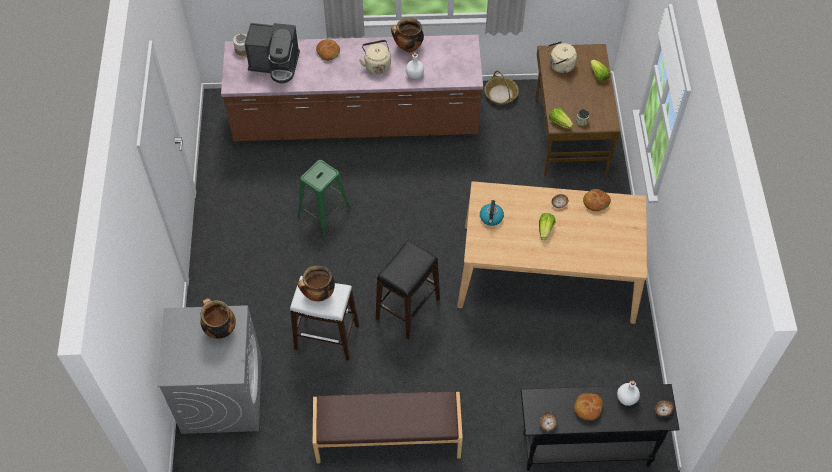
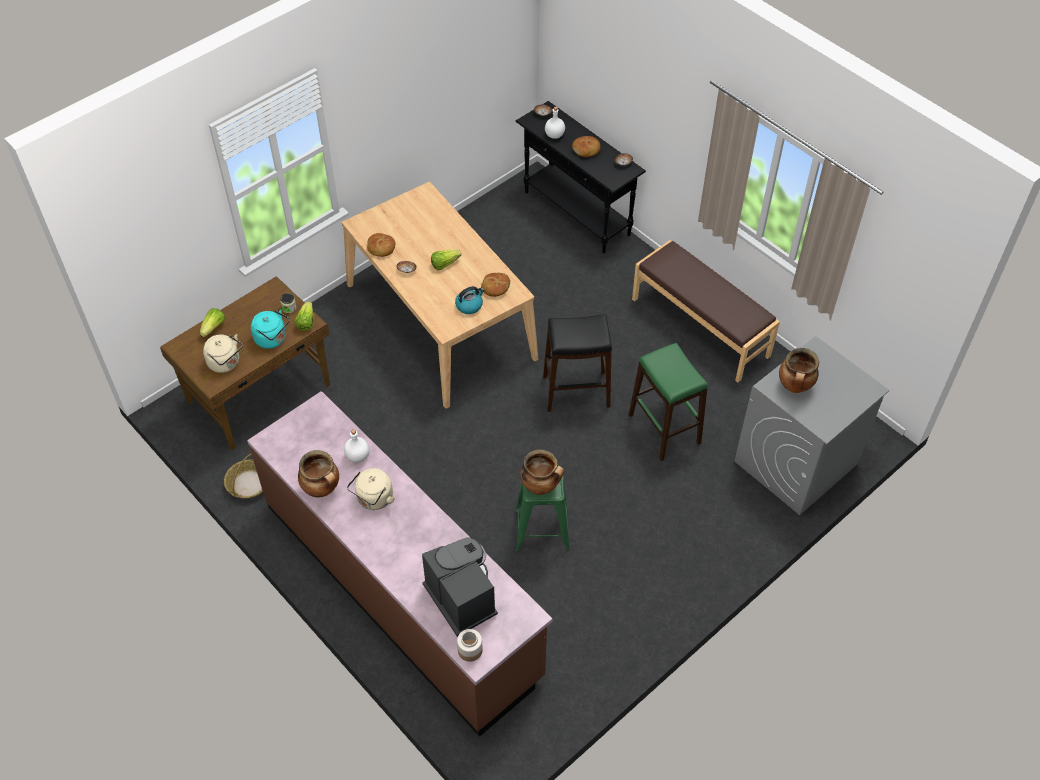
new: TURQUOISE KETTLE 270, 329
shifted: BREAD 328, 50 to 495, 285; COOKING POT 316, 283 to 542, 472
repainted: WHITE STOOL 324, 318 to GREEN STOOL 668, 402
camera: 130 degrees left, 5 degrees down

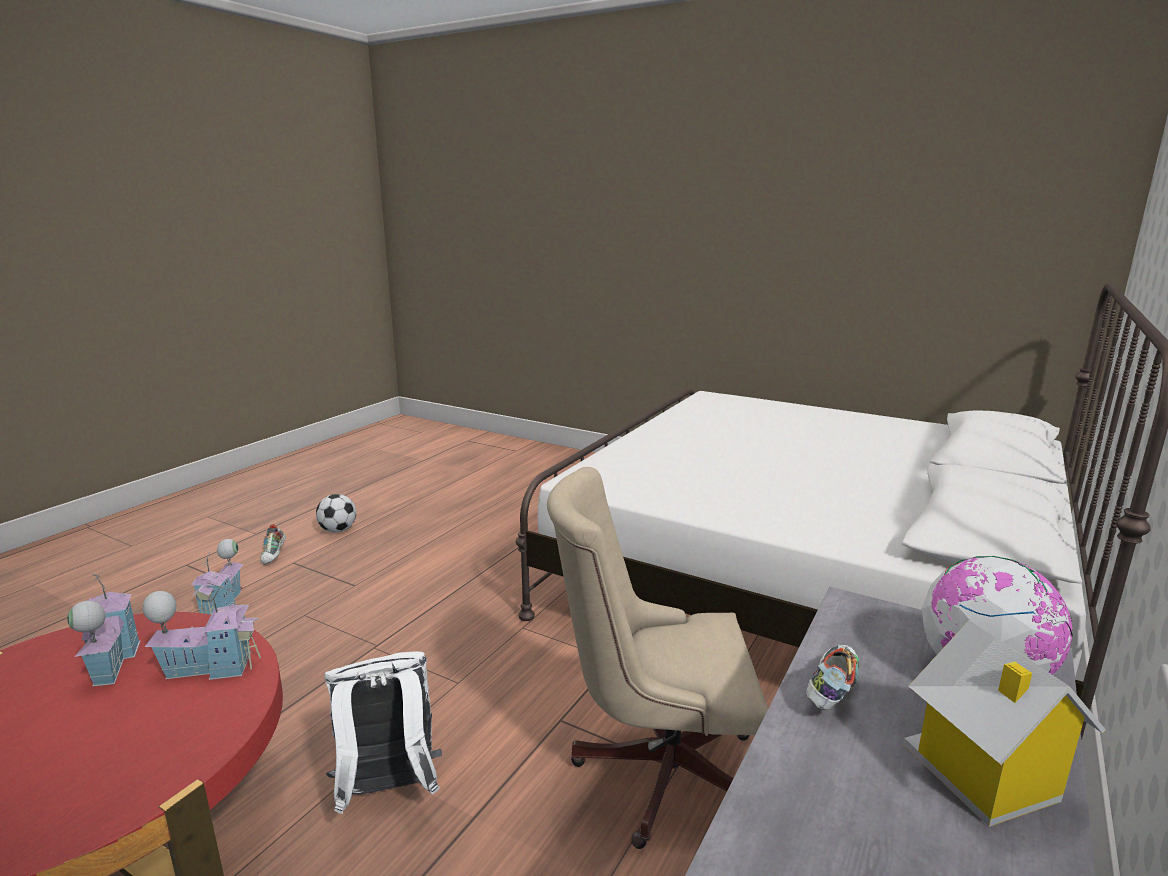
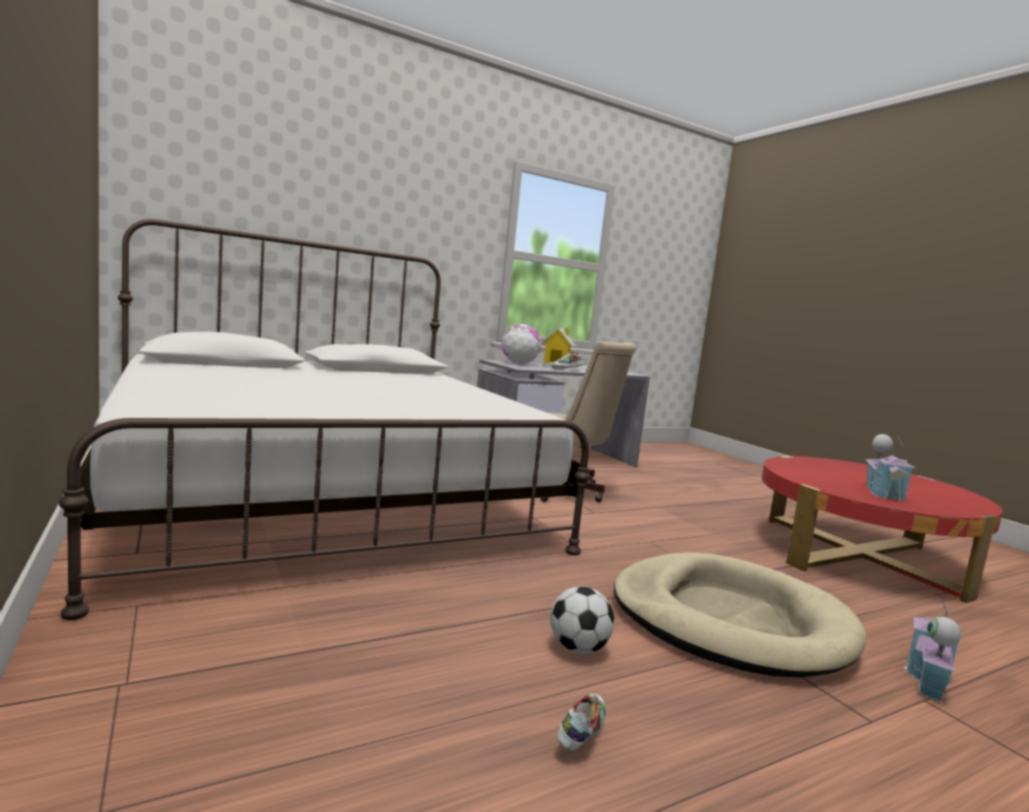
gone: TOY HOUSE 201, 631; WHITE BACKPACK 383, 732
new: BEIGE DOG BED 740, 614
shifted: FOOTBALL 336, 513 to 582, 620; SHOE 273, 544 to 581, 722
camera: 150 degrees left, 10 degrees down

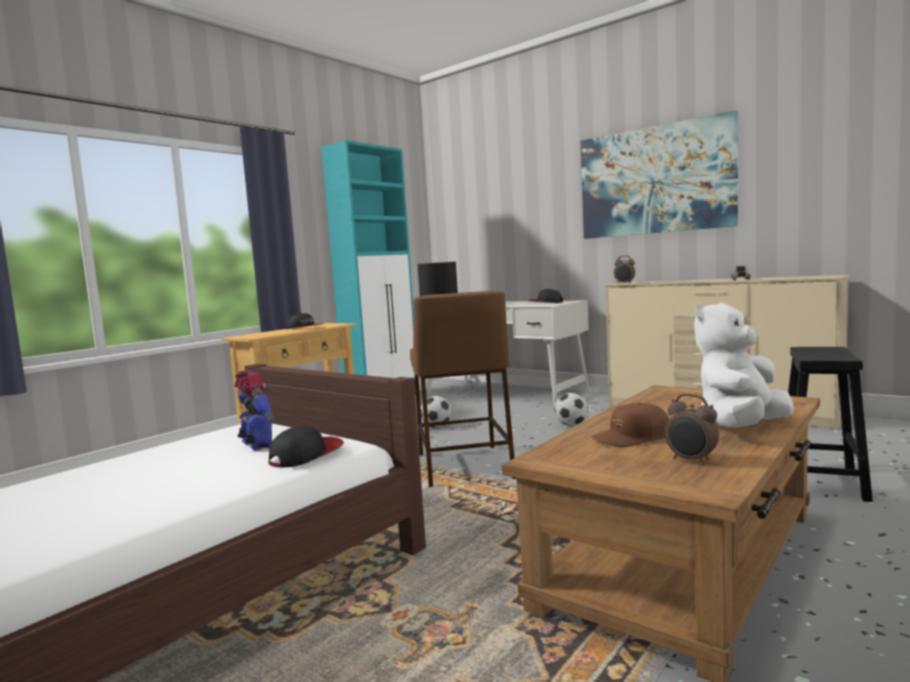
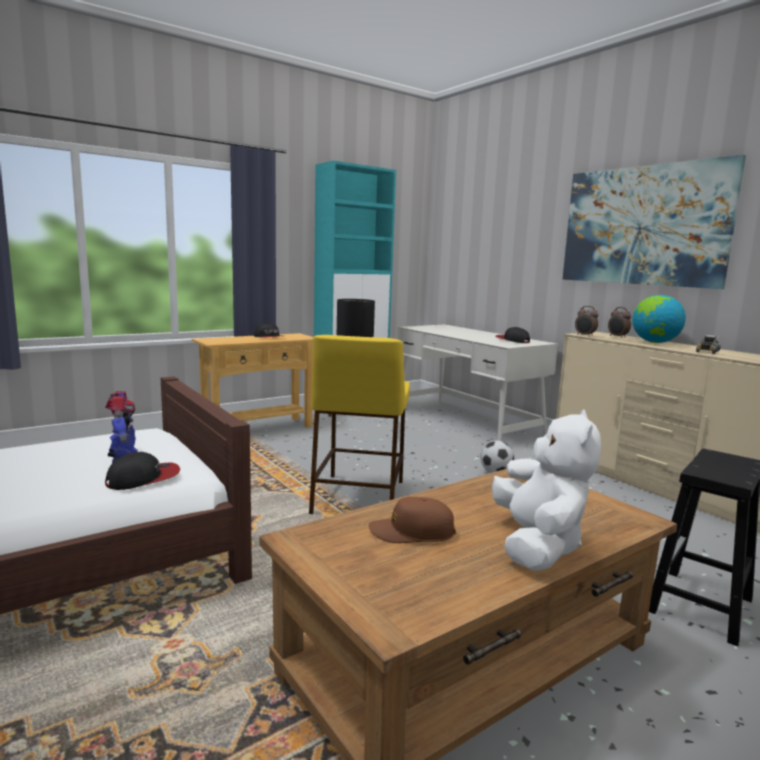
gone: FOOTBALL 436, 412
new: GLOBE 659, 319
shifted: ALARM CLOCK 692, 429 to 619, 322
repainted: BROWN STOOL 463, 389 to YELLOW STOOL 359, 424
rotated: WHITE PLUSH TOY 744, 364 = 546, 490 120 degrees clockwise
camera: 15 degrees right, 5 degrees up

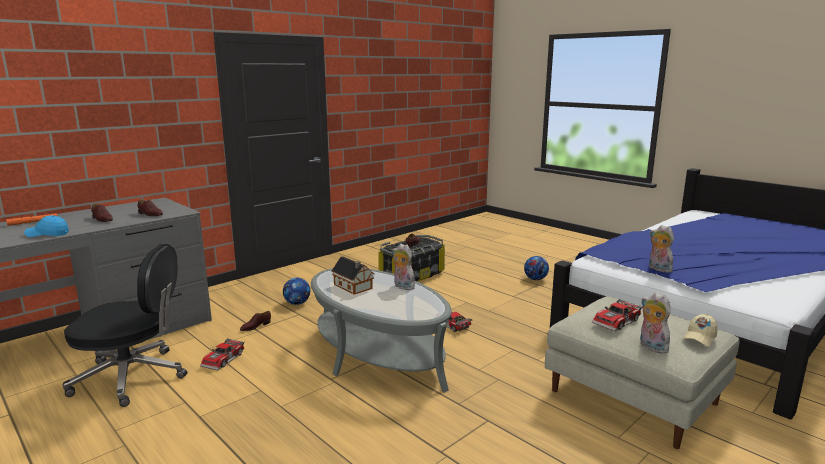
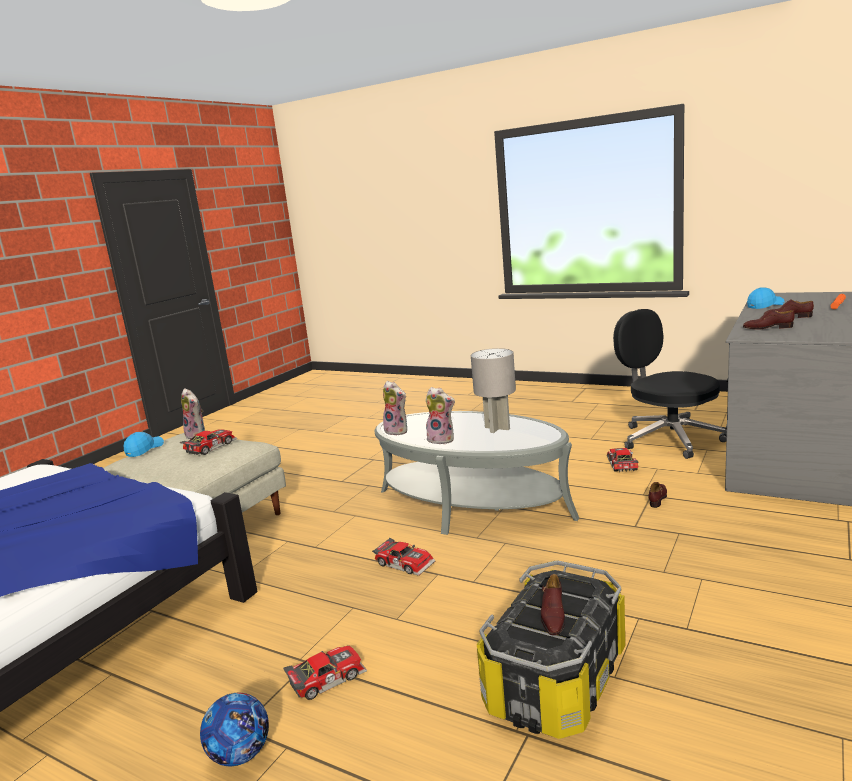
gone: FOOTBALL 296, 291
new: TOY CAR 325, 673
shifted: PLUSH TOY 661, 249 to 395, 408
swapped: TOY HOUSE 353, 275 to GREY TABLE LAMP 493, 390
repainted: BEIGE CAP 700, 330 to BLUE CAP 144, 444
rotated: BLACK OFFICE CHAIR 125, 325 = 670, 384 75 degrees clockwise
camera: 165 degrees right, 0 degrees up

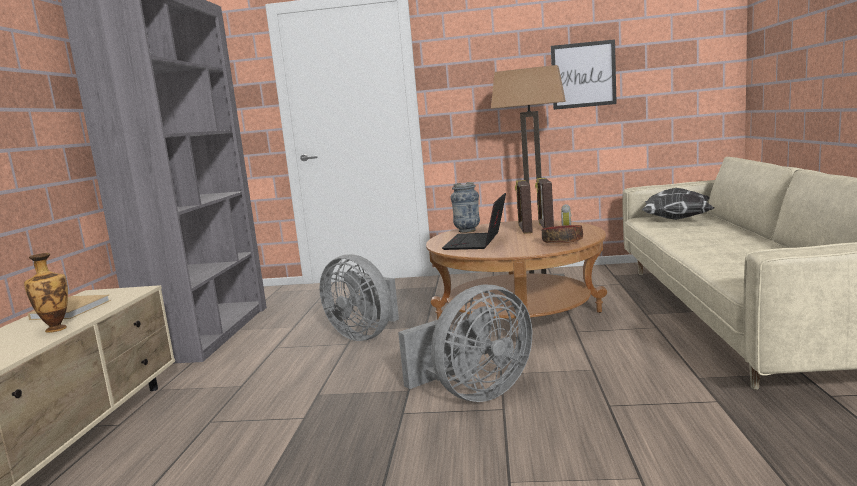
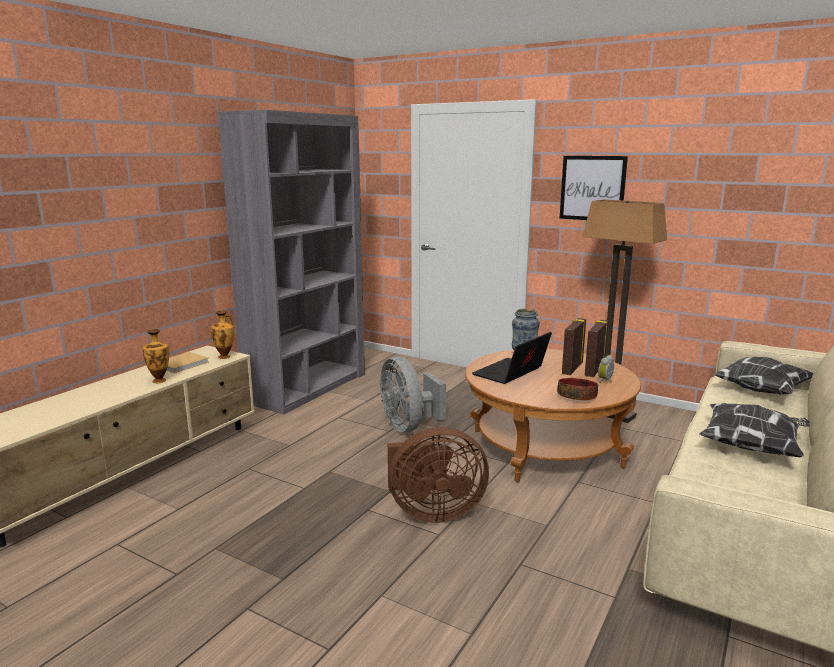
new: VASE 222, 334; PILLOW 754, 430
shifted: PICTURE 584, 74 to 593, 188
repainted: GREY FAN 465, 343 to BROWN FAN 438, 475
camera: 25 degrees right, 5 degrees up

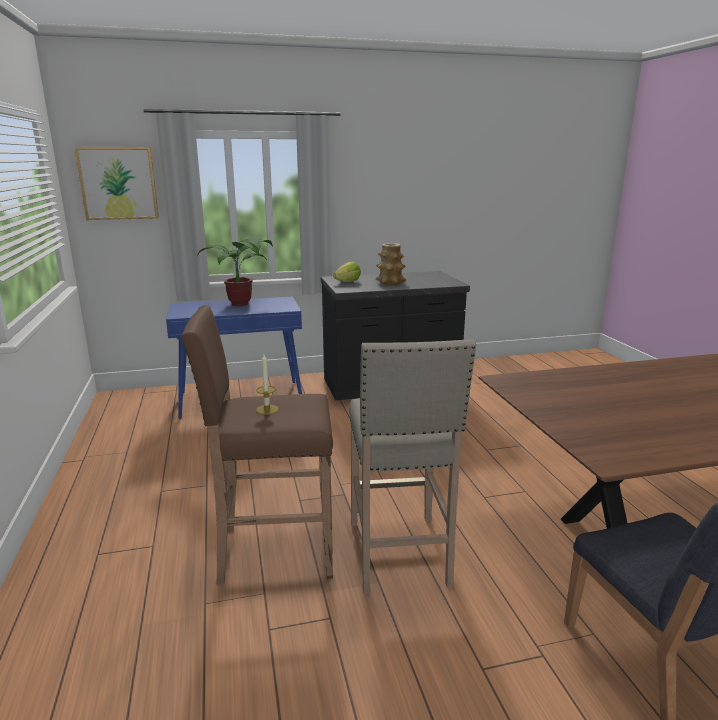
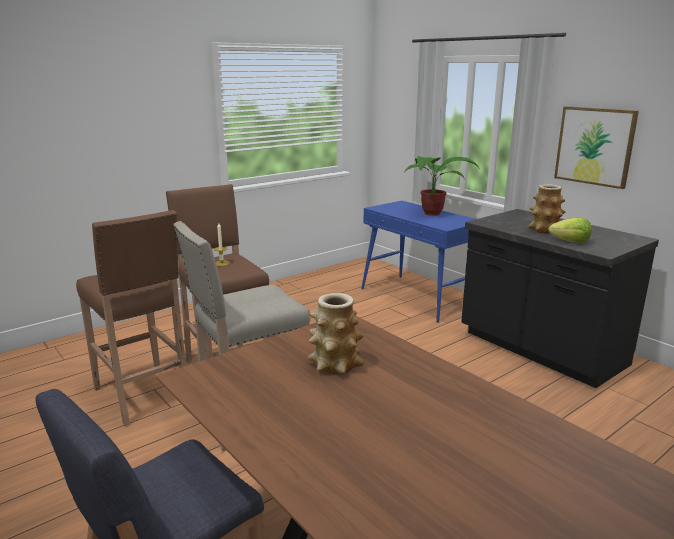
new: BROWN STOOL 131, 318; VASE 335, 333
shifted: LETTUCE 347, 271 to 570, 230; PICTURE 117, 183 to 596, 147
camera: 65 degrees right, 0 degrees up

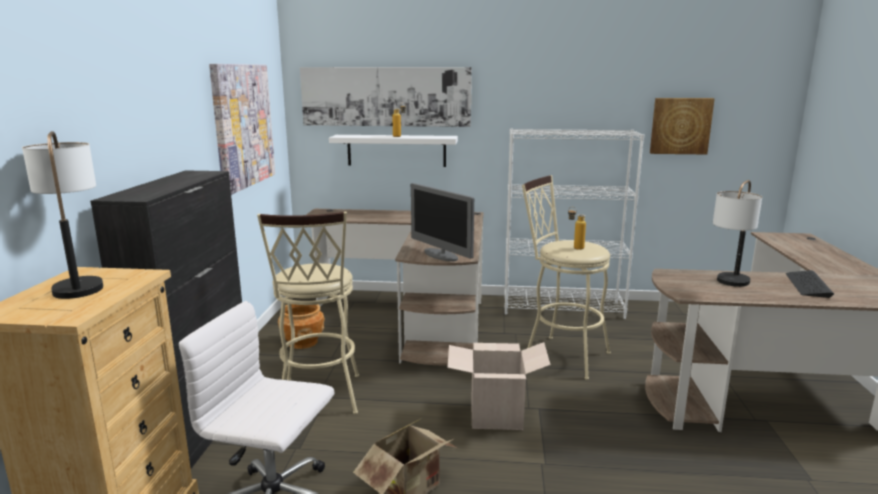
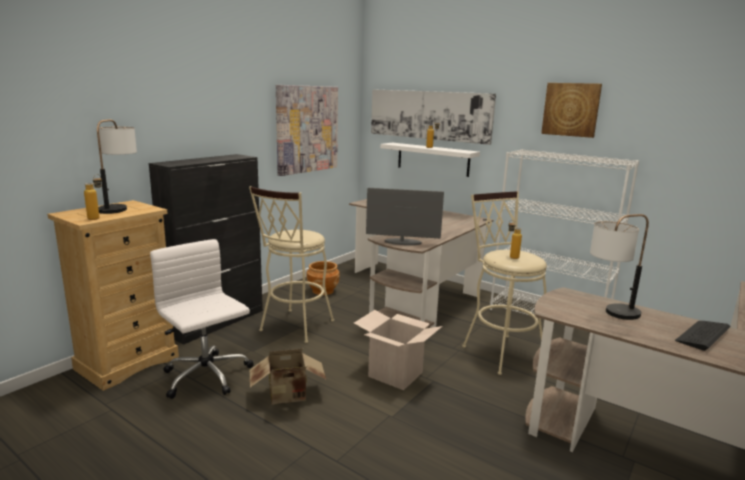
new: BOTTLE 93, 197
shifted: PICTURE 682, 126 to 571, 110
rotated: MONITOR 442, 222 = 405, 216 105 degrees clockwise
camera: 30 degrees right, 0 degrees up

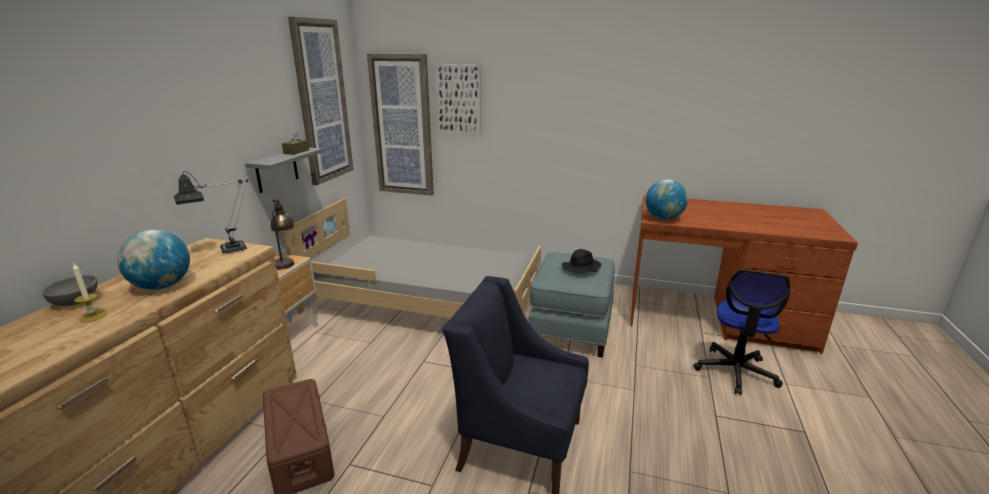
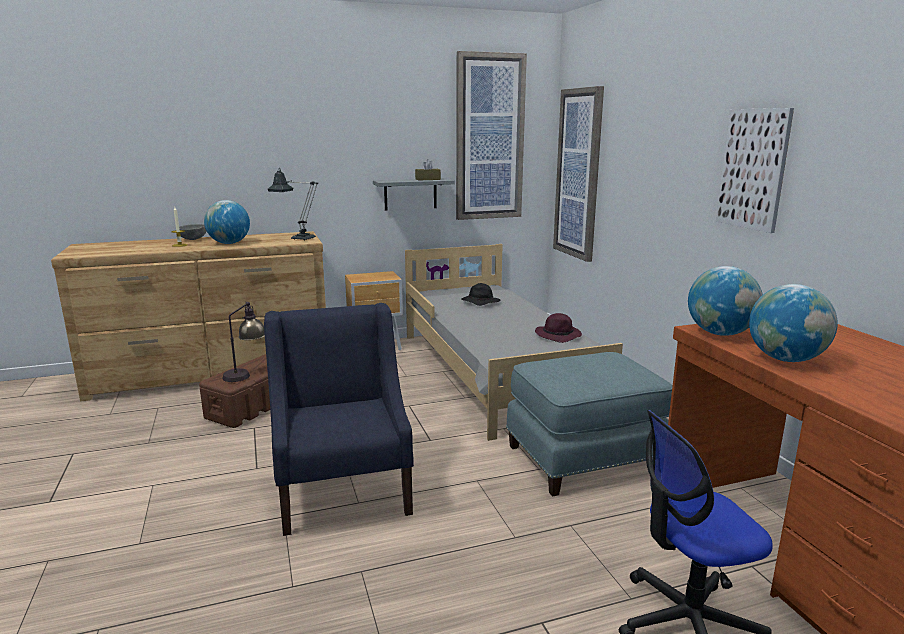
new: PURPLE HAT 558, 328; GLOBE 793, 323
shifted: TABLE LAMP 283, 234 to 243, 342; BLACK HAT 581, 261 to 481, 294; PICTURE 458, 99 to 754, 170
camera: 55 degrees right, 5 degrees down

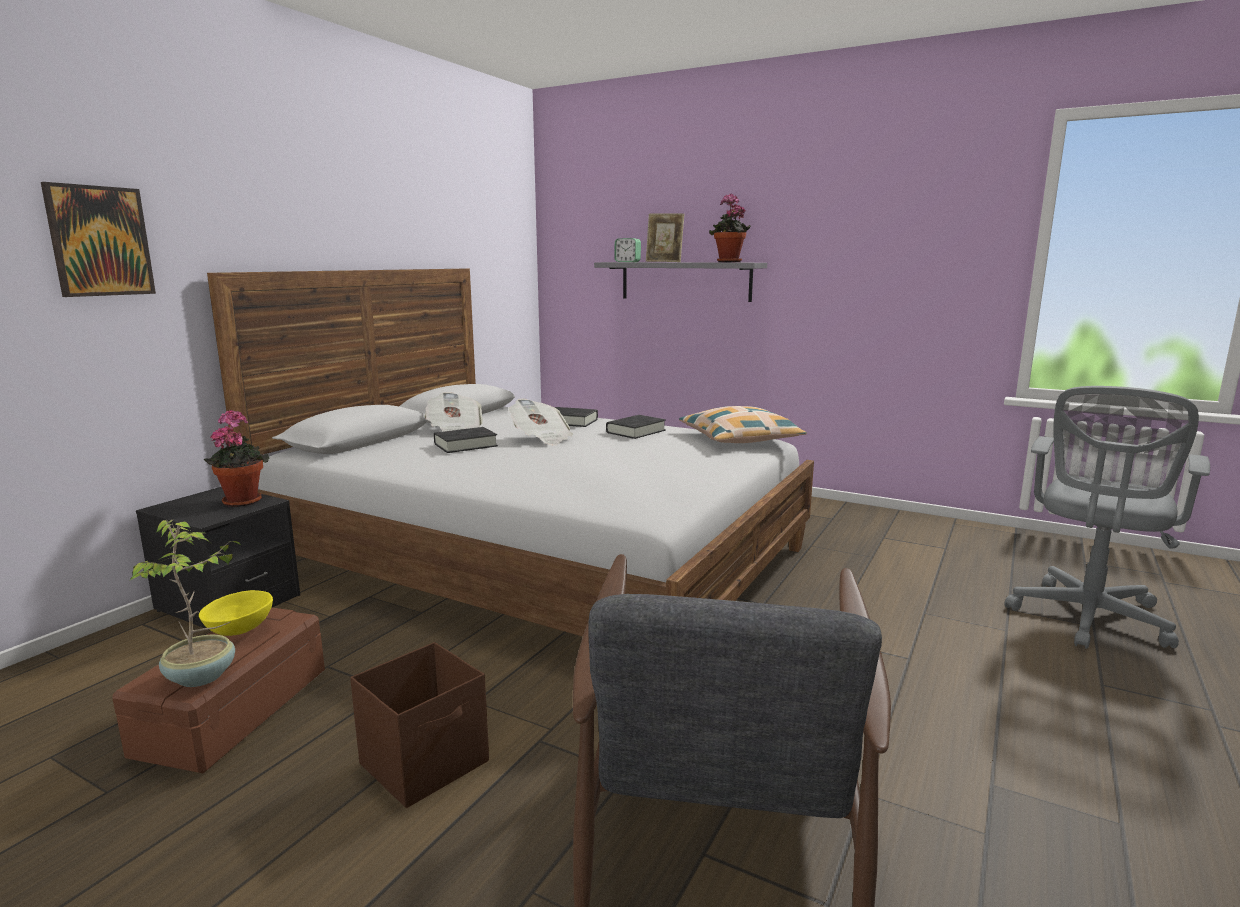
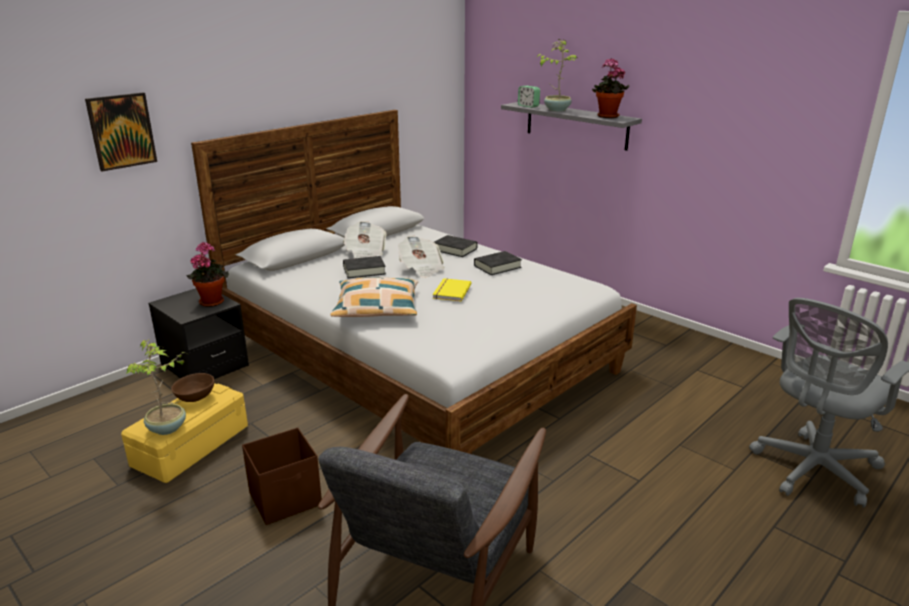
new: YELLOW BOOK 452, 289
shifted: PILLOW 743, 424 to 374, 297
swapped: PICTURE FRAME 665, 237 to POTTED PLANT 556, 75
repainted: BROWN STORAGE BOX 218, 690 to YELLOW STORAGE BOX 184, 433; YELLOW BOWL 236, 613 to BROWN BOWL 192, 387
camera: 15 degrees right, 10 degrees up

